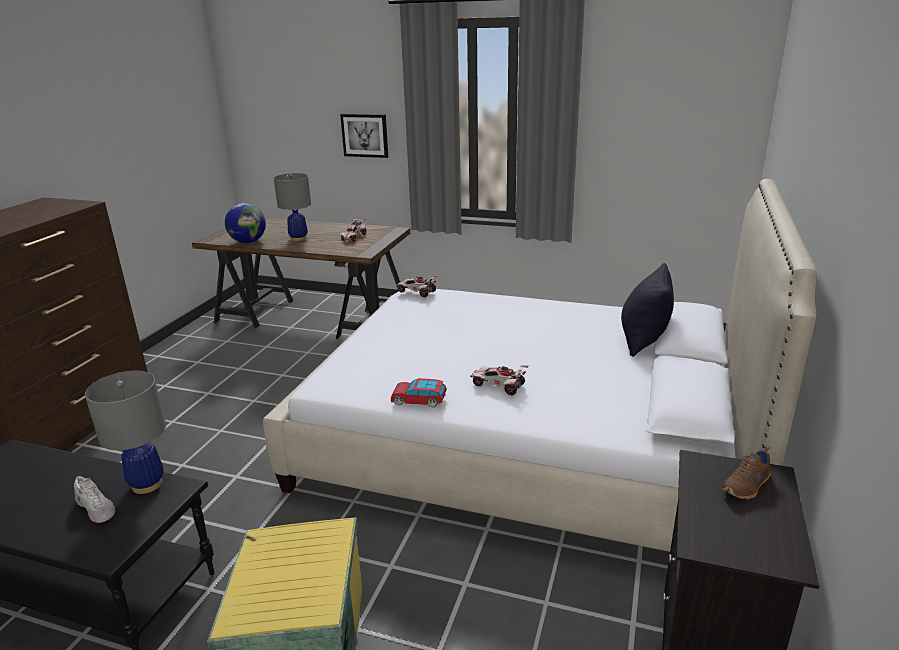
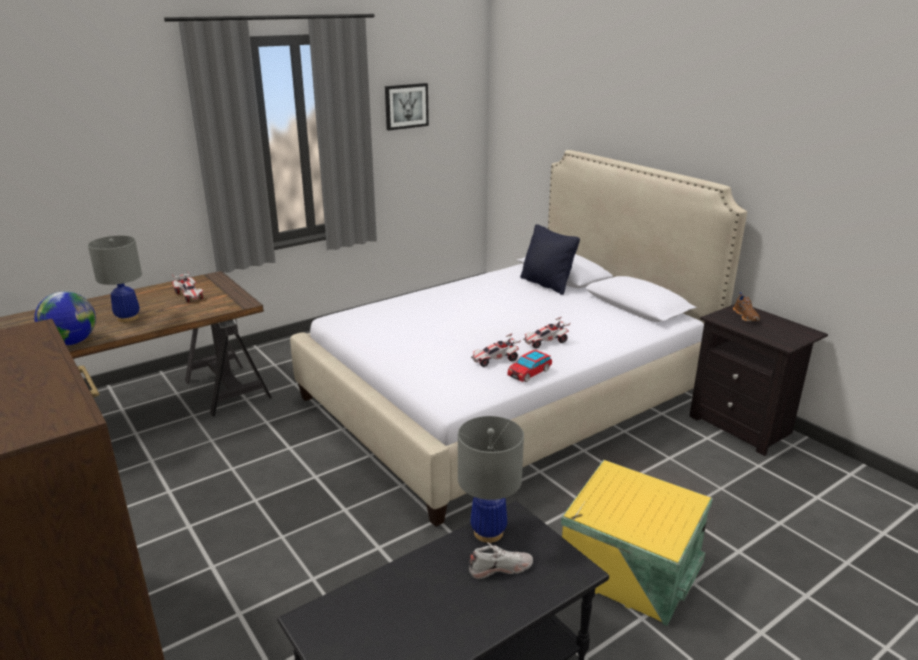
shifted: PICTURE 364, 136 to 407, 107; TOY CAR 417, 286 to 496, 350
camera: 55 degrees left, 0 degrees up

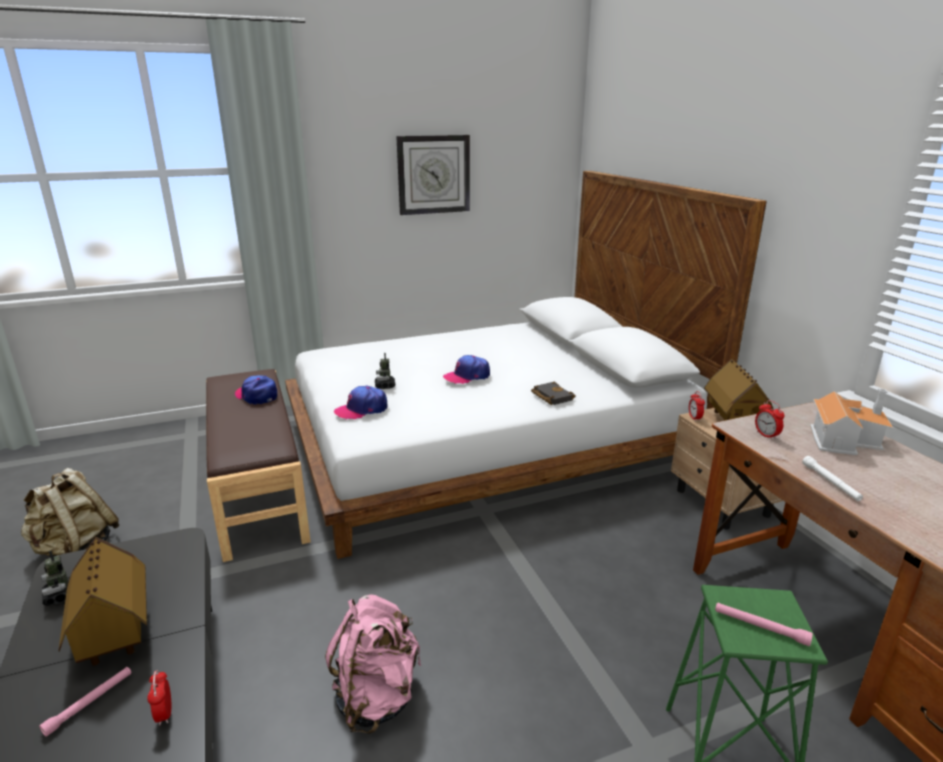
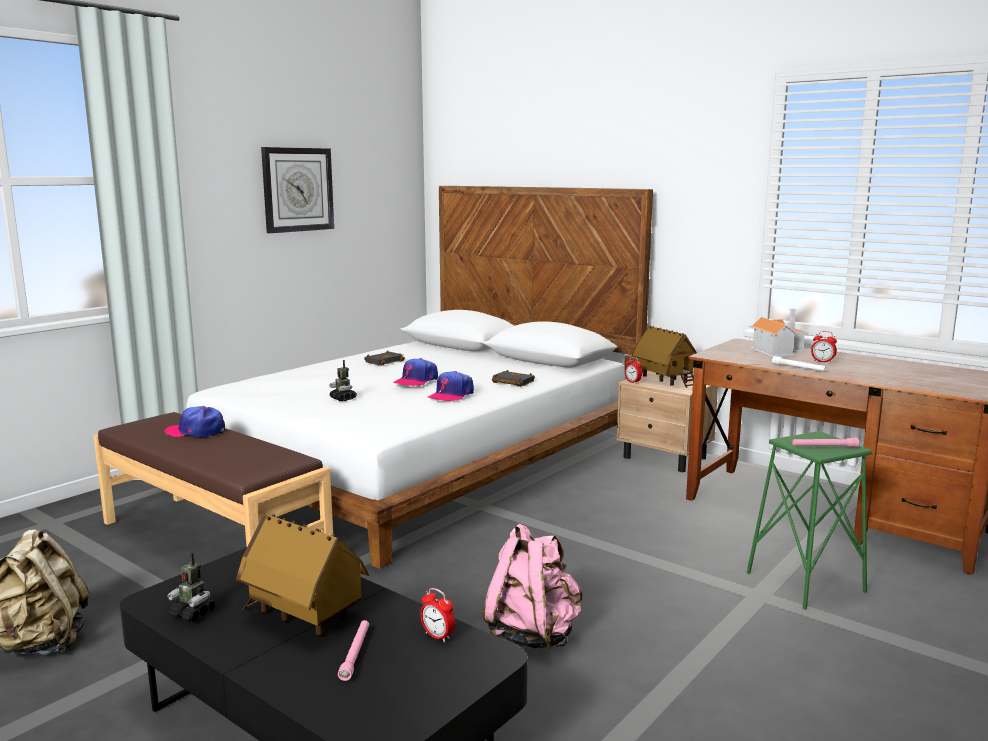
new: BLACK BOOK 384, 358
shifted: CAP 360, 403 to 451, 386; ALARM CLOCK 770, 420 to 824, 347
camera: 30 degrees left, 10 degrees down

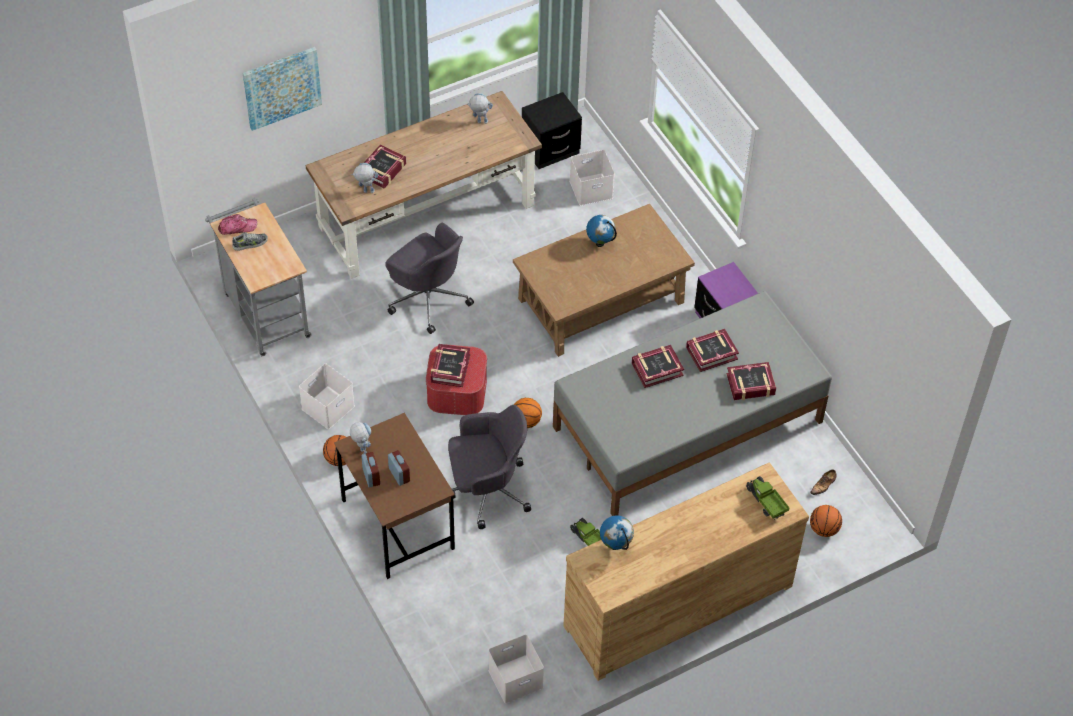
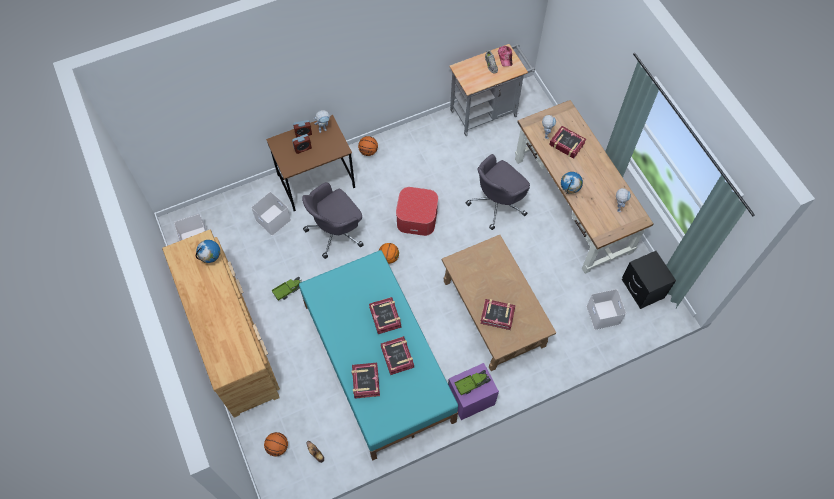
gone: PICTURE 282, 89
shifted: WHITE STORAGE BOX 327, 396 to 271, 214; TOY TRUCK 767, 497 to 472, 382; BOOK 450, 365 to 498, 314; GLOBE 601, 231 to 572, 183
repainted: GREY BED 692, 403 to TURQUOISE BED 378, 355
rotated: GREY OFFICE CHAIR 489, 467 = 333, 220 60 degrees clockwise
camera: 95 degrees right, 10 degrees up

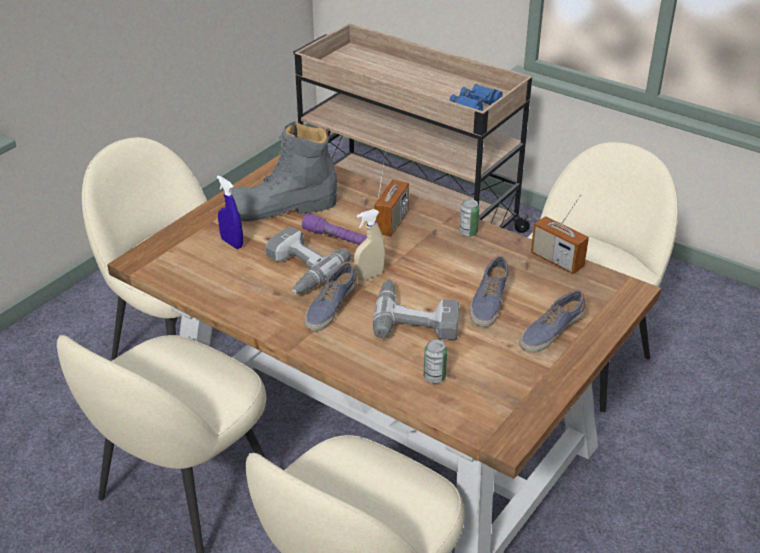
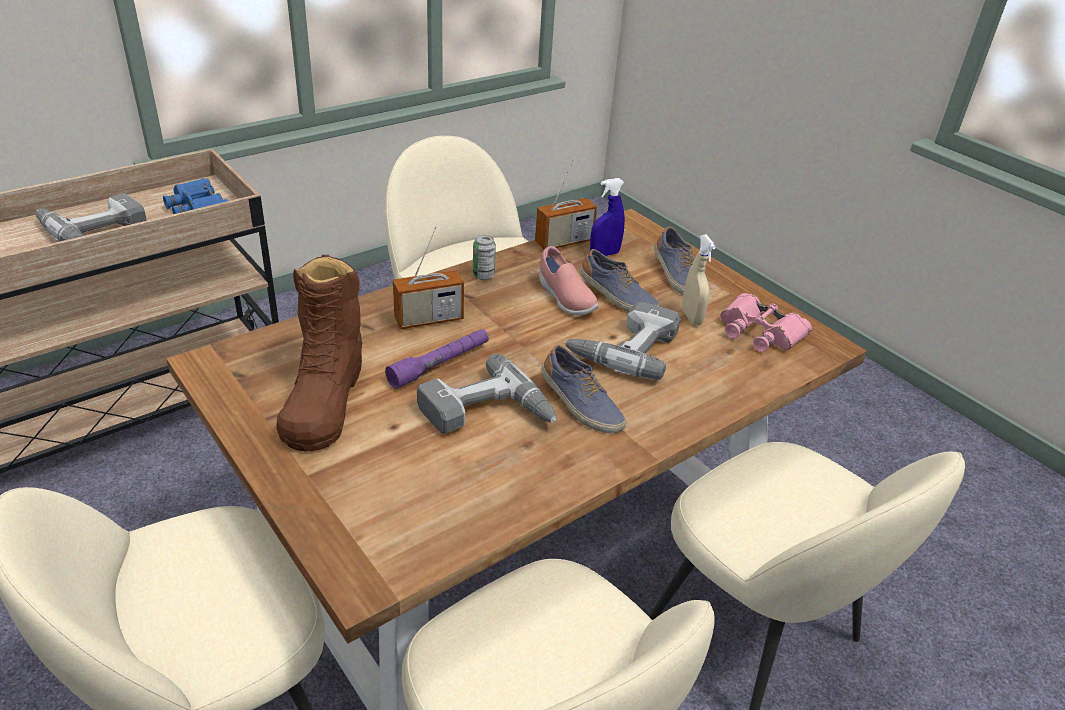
gone: CAN 435, 361
new: POWER DRILL 91, 217; PINK SHOE 569, 280; PINK BINOCULARS 766, 322
shifted: BLUE SPRAY BOTTLE 230, 212 to 607, 217; BEIGE SPRAY BOTTLE 369, 244 to 699, 279
repainted: GREY BOOT 284, 171 to BROWN BOOT 319, 353
rotated: RADIO 391, 195 = 428, 277 120 degrees clockwise
camera: 75 degrees left, 0 degrees up

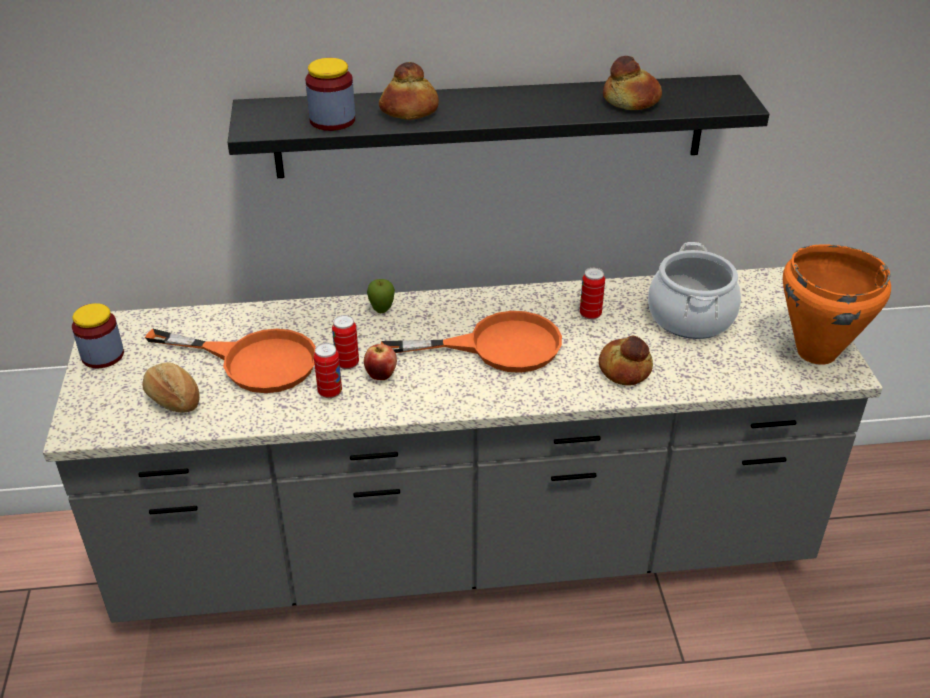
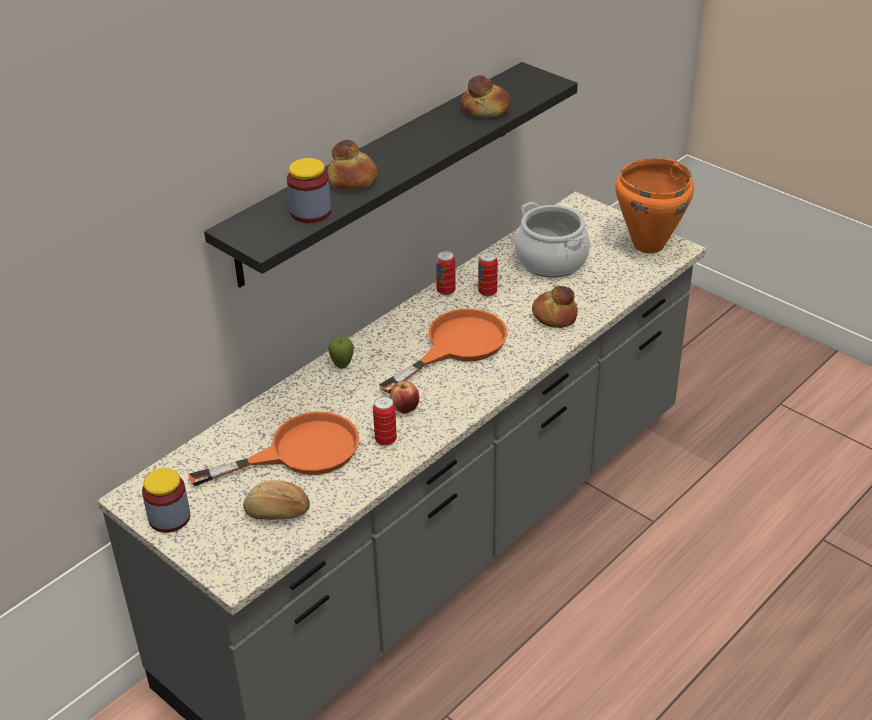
shifted: CAN 345, 342 to 446, 273
camera: 40 degrees left, 0 degrees up

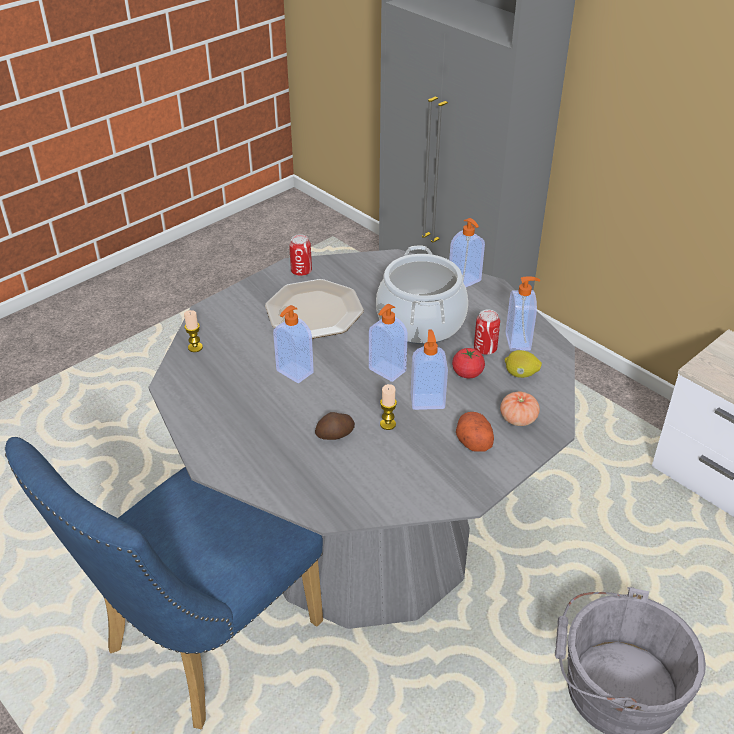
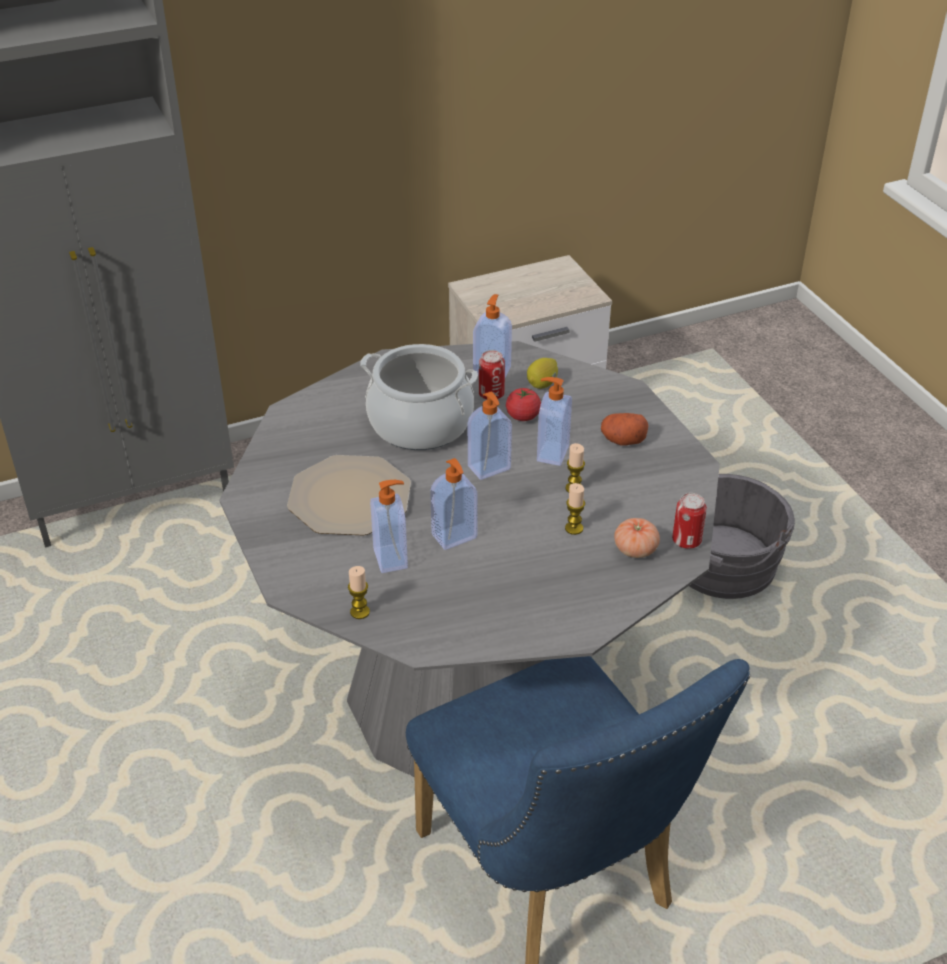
shifted: SOAP DISPENSER 467, 252 to 389, 526; TOMATO 520, 408 to 637, 538; CAN 300, 255 to 689, 521
swapped: POTATO 335, 426 to CANDLE 575, 509
camera: 70 degrees left, 0 degrees up

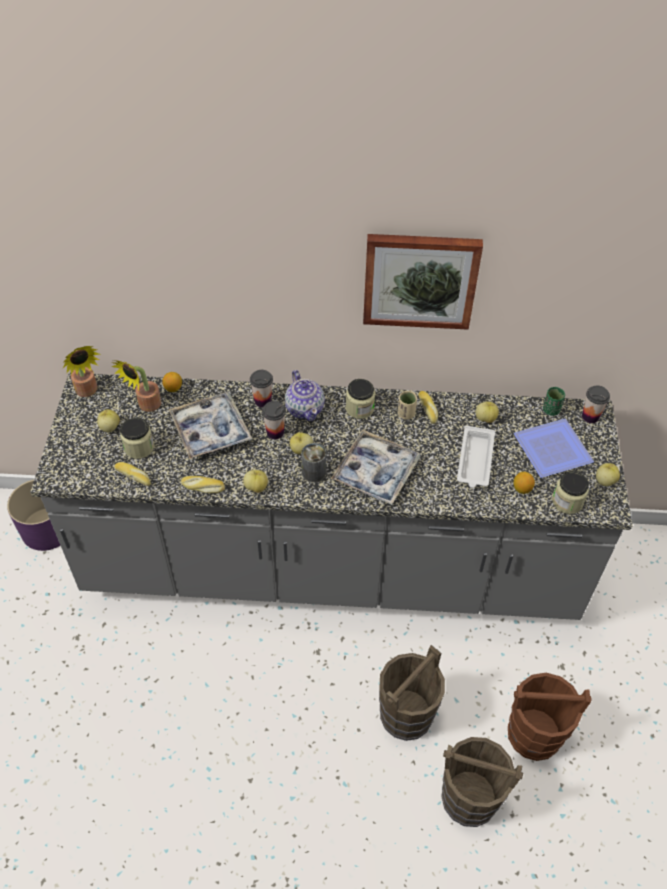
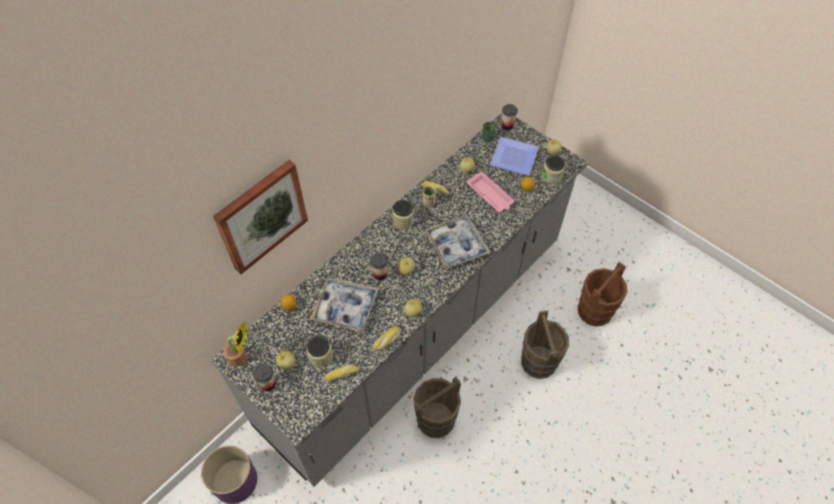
gone: POTTED PLANT 136, 386; TEAPOT 305, 395; CAN 313, 463
shifted: PICTURE 423, 282 to 260, 217; CUP 261, 388 to 264, 377; BROWN BUCKET 482, 782 to 437, 407
repainted: WHITE TRAY 476, 457 to PINK TRAY 490, 191
camera: 50 degrees left, 5 degrees up

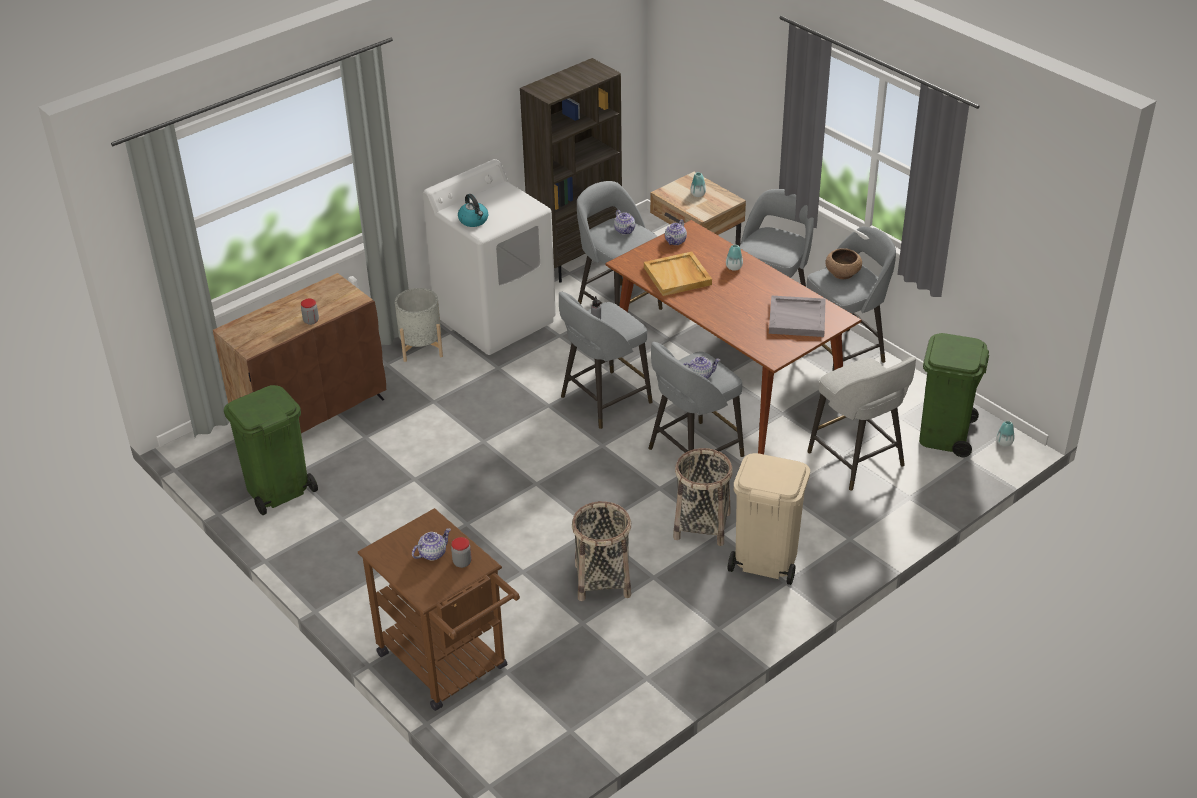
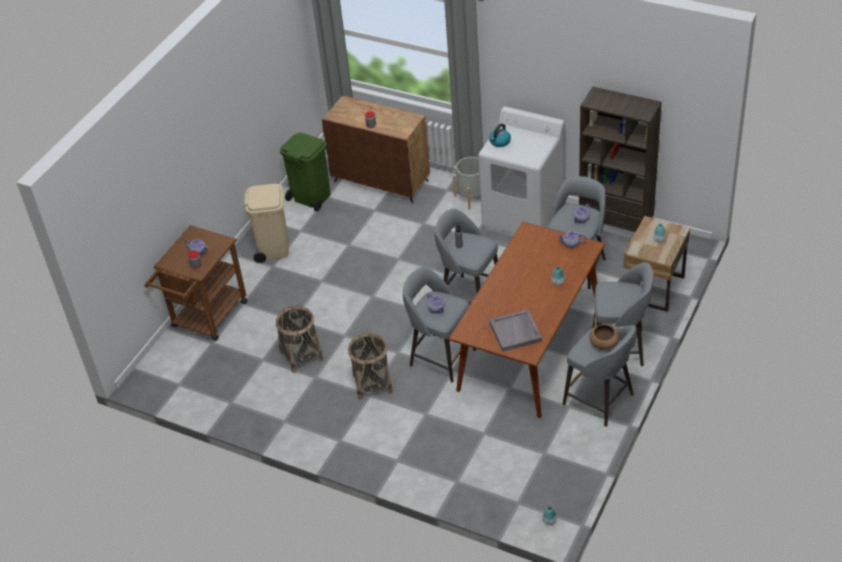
gone: BEIGE TRAY 678, 273; GREY STOOL 861, 424; GREEN TRASH CAN 954, 395
shifted: BEIGE TRASH CAN 769, 519 to 266, 223
camera: 70 degrees right, 5 degrees up

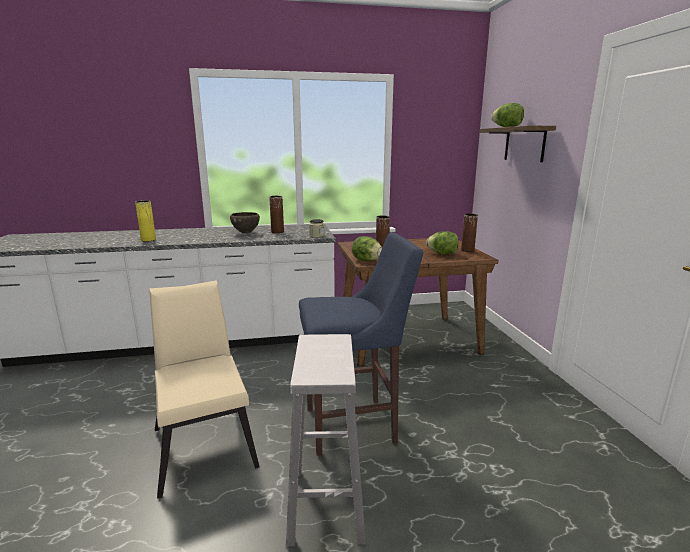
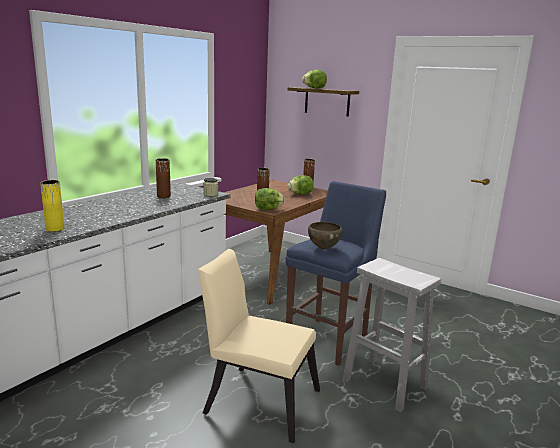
shifted: BROWN BOWL 245, 223 to 325, 235
camera: 45 degrees left, 0 degrees up

